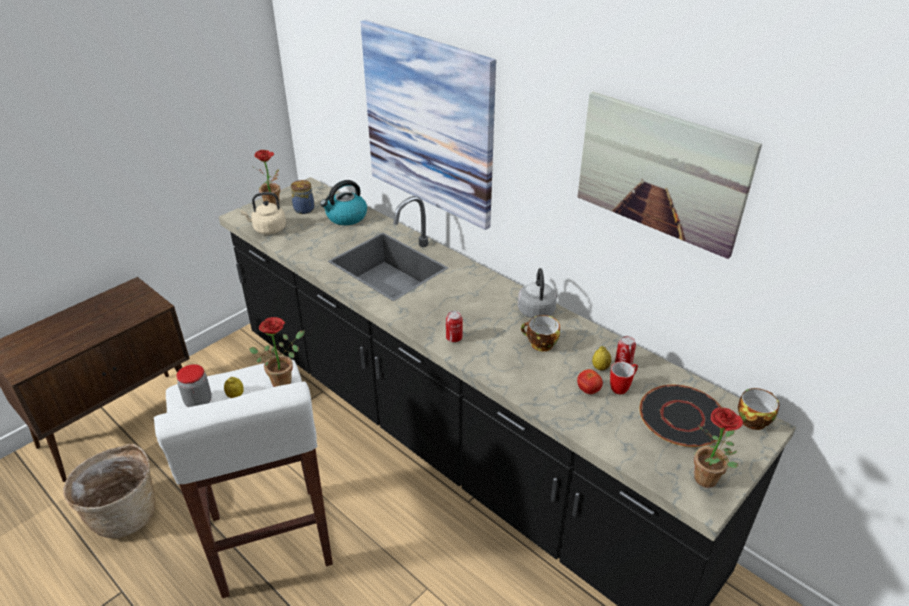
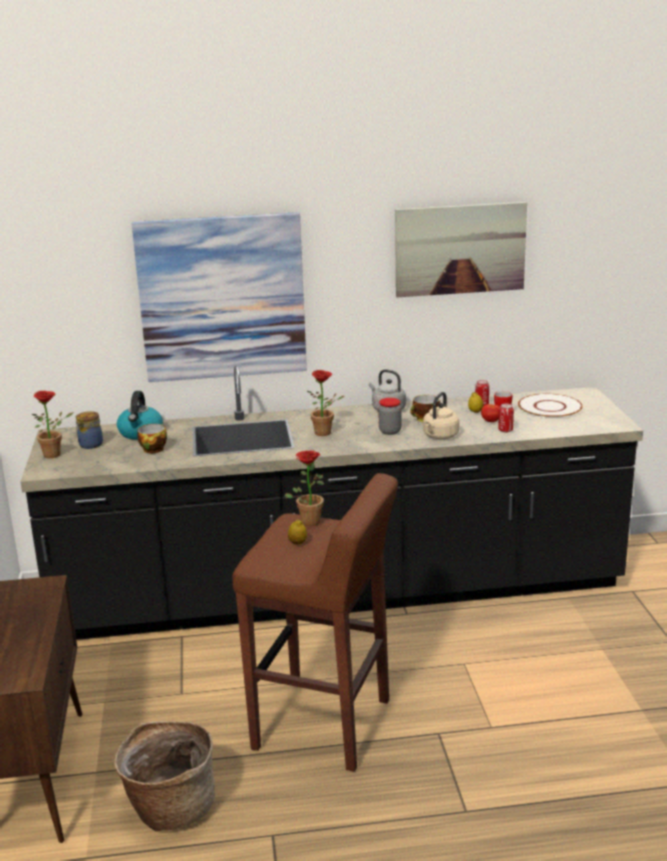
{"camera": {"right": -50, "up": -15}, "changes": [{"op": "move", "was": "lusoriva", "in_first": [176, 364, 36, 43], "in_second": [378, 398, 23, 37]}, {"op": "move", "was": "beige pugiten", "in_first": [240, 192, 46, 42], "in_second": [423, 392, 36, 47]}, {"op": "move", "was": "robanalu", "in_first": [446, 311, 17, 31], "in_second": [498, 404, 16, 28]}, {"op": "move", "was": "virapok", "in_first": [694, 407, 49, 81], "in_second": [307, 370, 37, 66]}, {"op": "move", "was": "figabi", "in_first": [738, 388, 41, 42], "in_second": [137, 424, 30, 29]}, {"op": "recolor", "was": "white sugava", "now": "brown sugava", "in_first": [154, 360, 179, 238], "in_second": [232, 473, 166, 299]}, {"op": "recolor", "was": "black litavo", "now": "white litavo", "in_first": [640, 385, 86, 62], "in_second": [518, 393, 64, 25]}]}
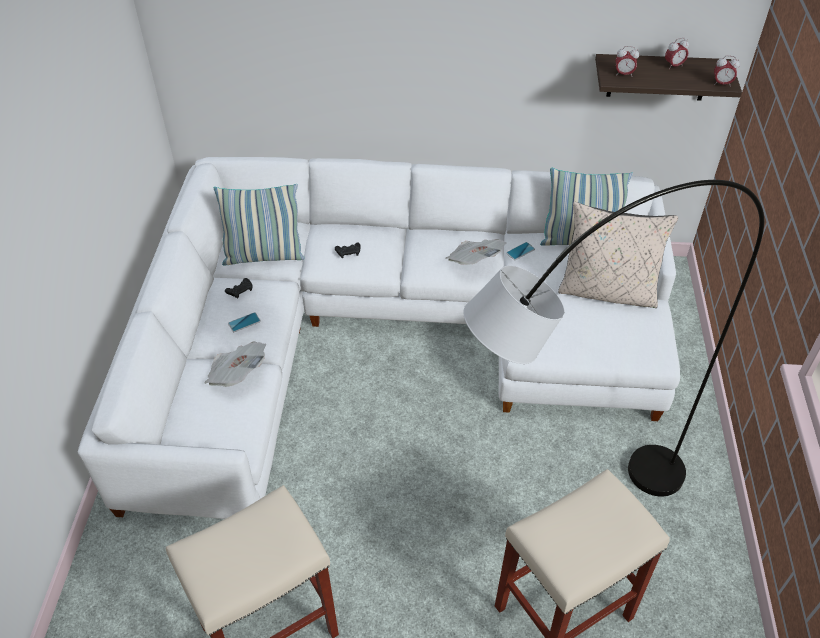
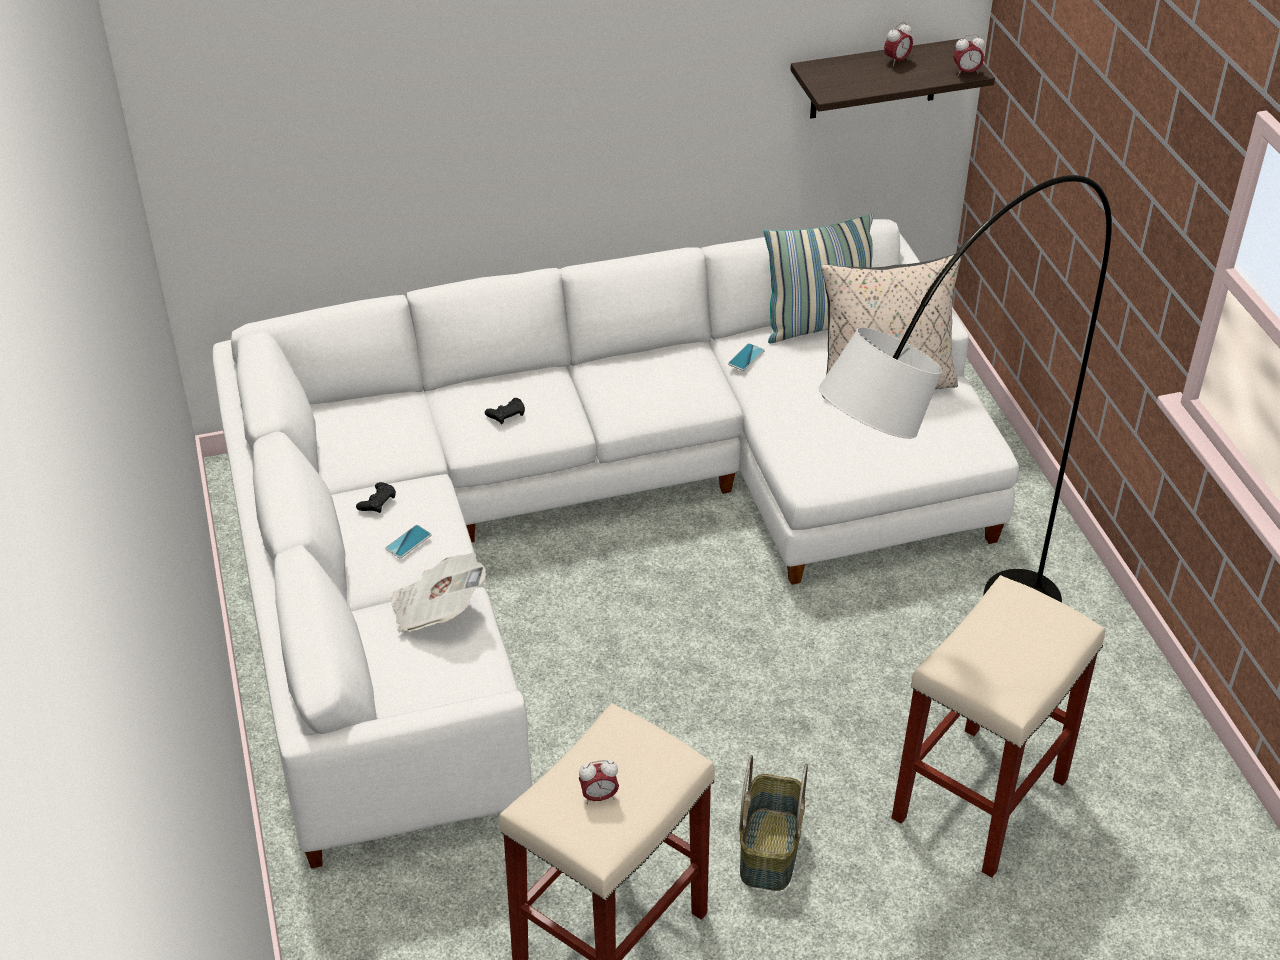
{"camera": {"right": -20, "up": -5}, "changes": [{"op": "delete", "was": "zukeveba", "in_first": [214, 184, 91, 81]}, {"op": "delete", "was": "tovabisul", "in_first": [445, 239, 62, 26]}, {"op": "insert", "now": "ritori", "in_second": [739, 755, 69, 136]}, {"op": "move", "was": "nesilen", "in_first": [616, 46, 23, 31], "in_second": [579, 760, 40, 44]}]}
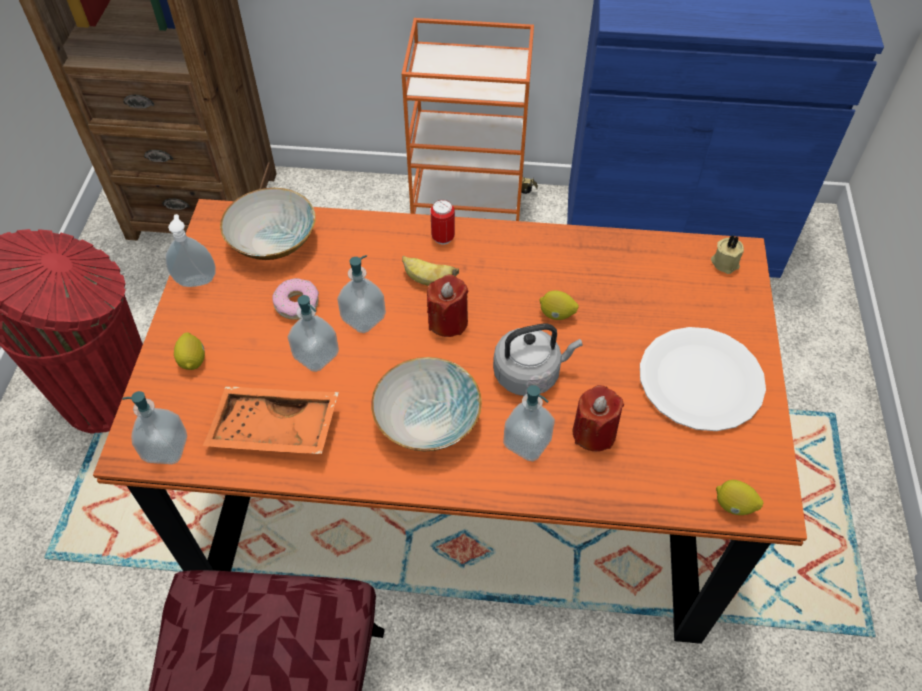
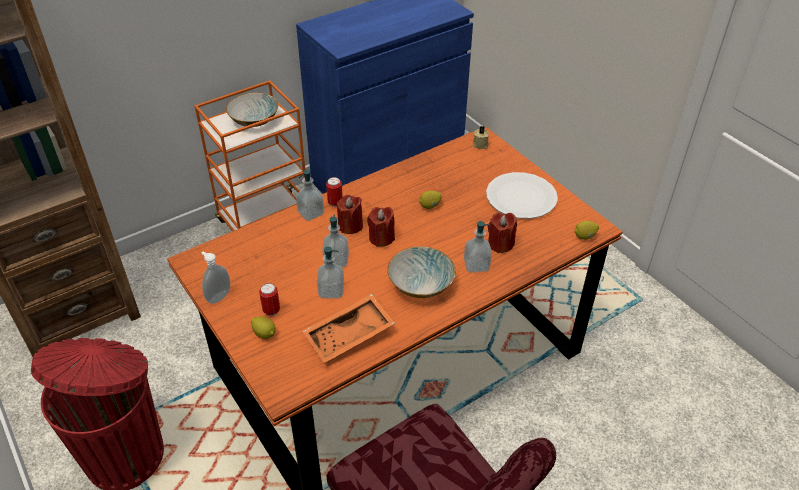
{"camera": {"right": -40, "up": -10}, "changes": [{"op": "delete", "was": "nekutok", "in_first": [272, 278, 47, 42]}, {"op": "delete", "was": "grey pugiten", "in_first": [493, 324, 89, 72]}, {"op": "insert", "now": "robanalu", "in_second": [259, 283, 21, 33]}, {"op": "move", "was": "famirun", "in_first": [122, 391, 65, 73], "in_second": [296, 170, 28, 51]}, {"op": "move", "was": "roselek", "in_first": [220, 188, 96, 72], "in_second": [226, 93, 53, 34]}, {"op": "replace", "was": "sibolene", "now": "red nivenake", "in_first": [402, 256, 57, 30], "in_second": [337, 195, 26, 39]}]}
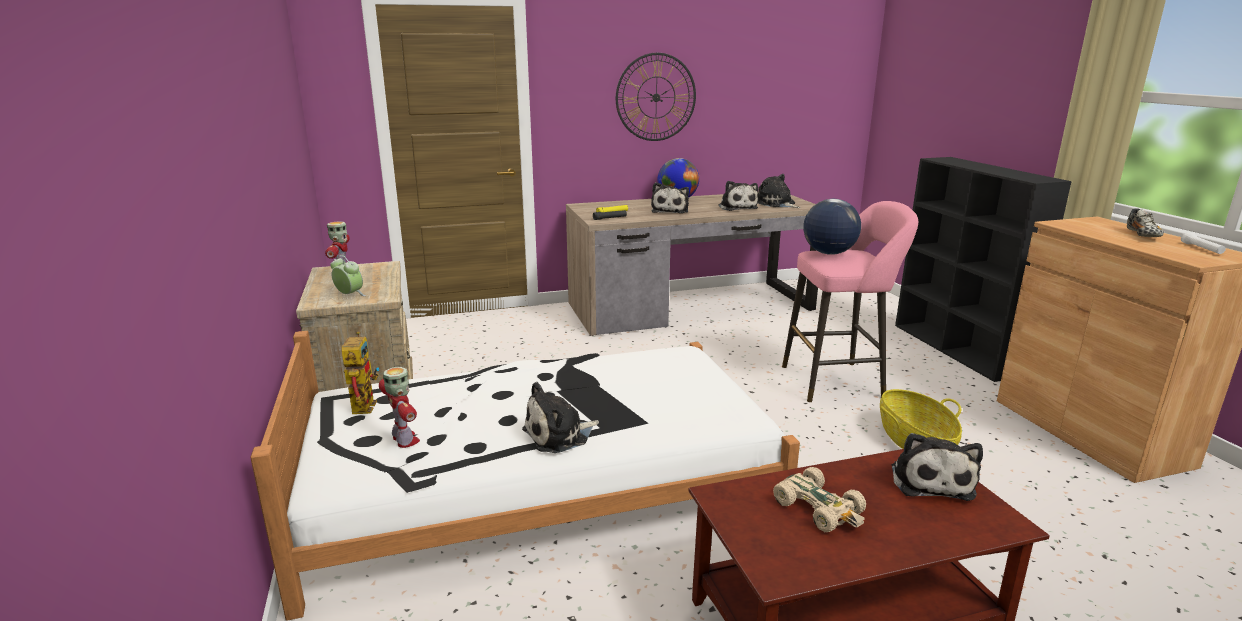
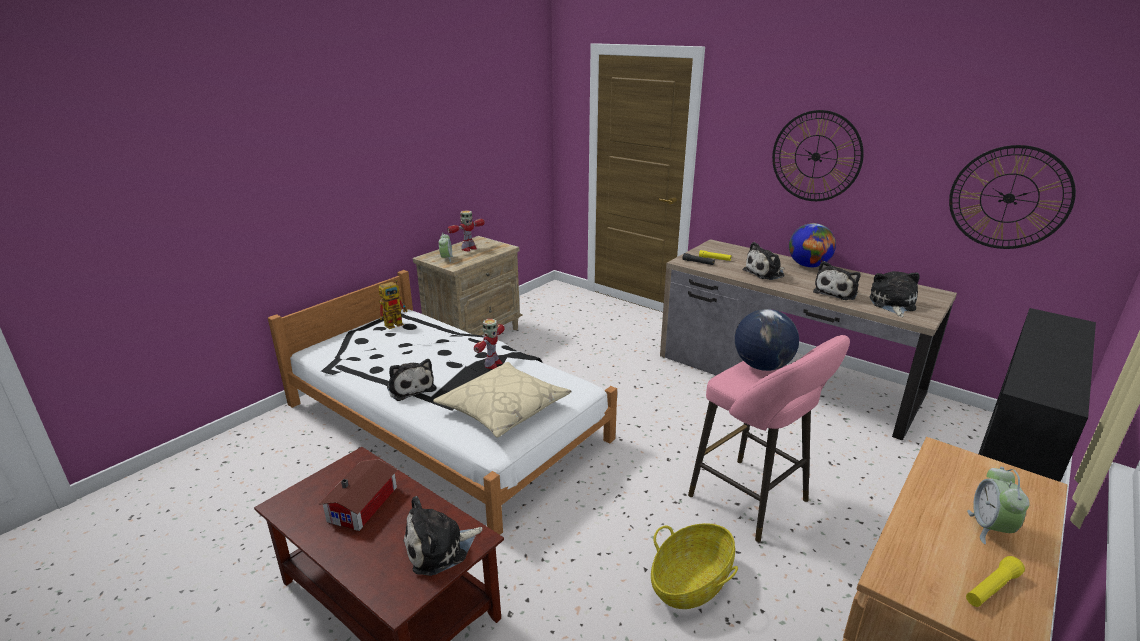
{"camera": {"right": 55, "up": 5}, "changes": [{"op": "insert", "now": "beige zukeveba", "in_second": [433, 362, 139, 75]}, {"op": "insert", "now": "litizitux", "in_second": [949, 145, 127, 104]}, {"op": "move", "was": "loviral", "in_first": [379, 367, 41, 81], "in_second": [474, 319, 31, 50]}, {"op": "replace", "was": "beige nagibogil", "now": "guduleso", "in_first": [773, 467, 93, 65], "in_second": [319, 459, 78, 72]}, {"op": "replace", "was": "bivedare", "now": "nesilen", "in_first": [1127, 209, 37, 28], "in_second": [967, 467, 63, 77]}, {"op": "recolor", "was": "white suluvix", "now": "yellow suluvix", "in_first": [1181, 232, 45, 22], "in_second": [966, 556, 59, 51]}, {"op": "rotate", "was": "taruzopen", "in_first": [522, 382, 77, 71], "in_second": [387, 359, 48, 42], "clockwise": -150}]}
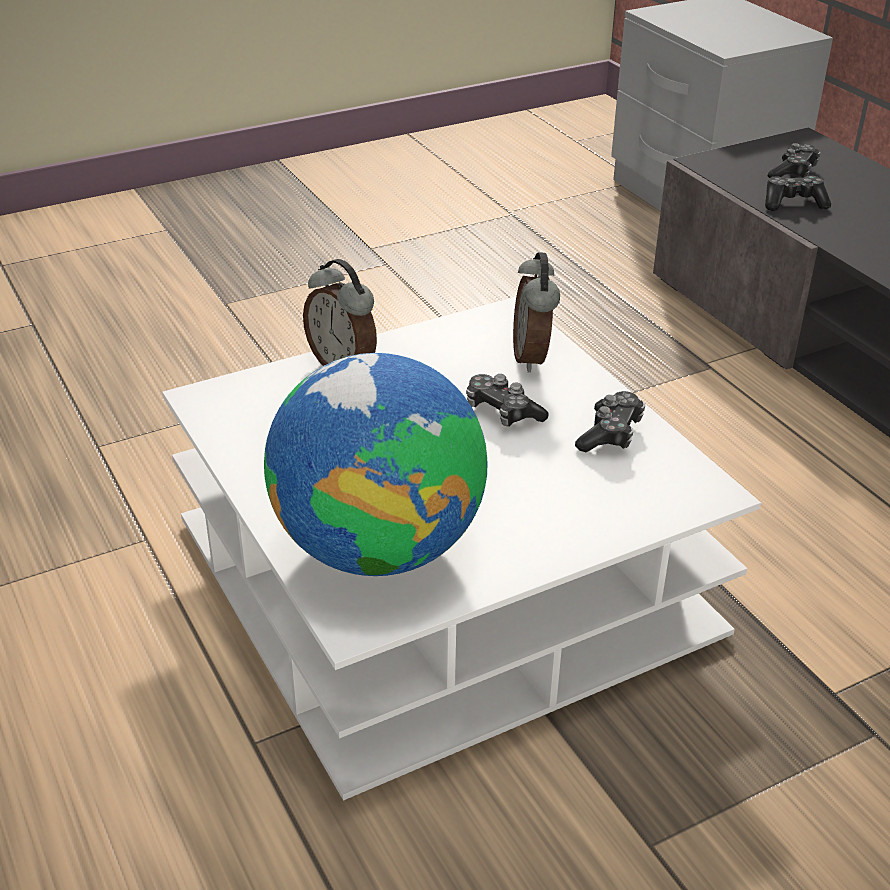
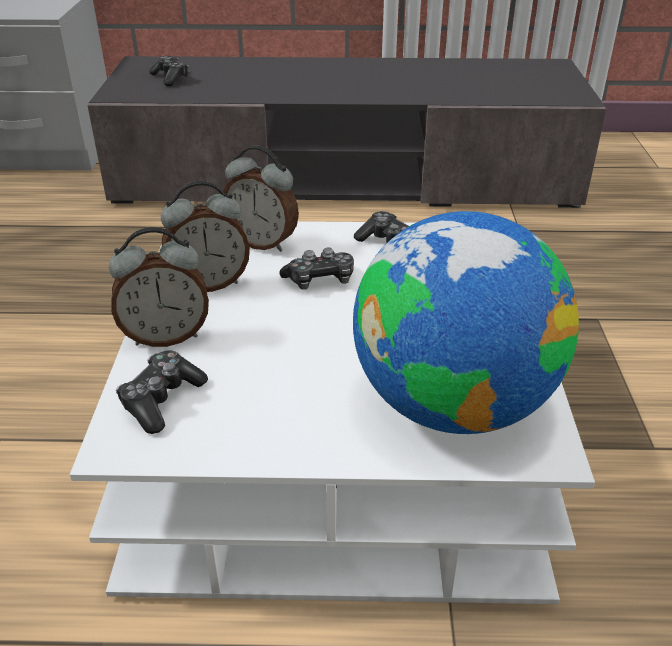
{"camera": {"right": -60, "up": 0}, "changes": [{"op": "insert", "now": "nesilen", "in_second": [161, 181, 89, 111]}, {"op": "move", "was": "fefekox", "in_first": [765, 176, 66, 35], "in_second": [116, 351, 92, 83]}]}
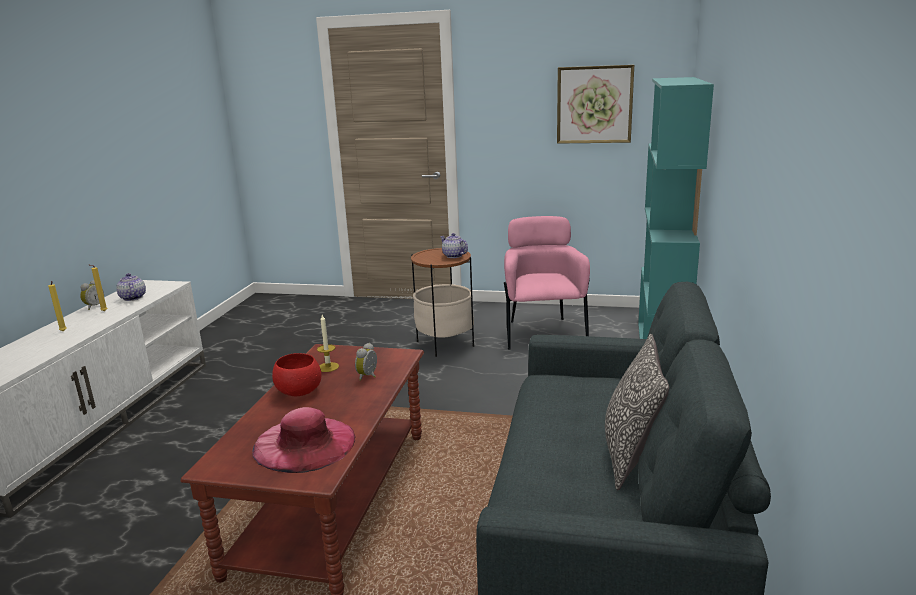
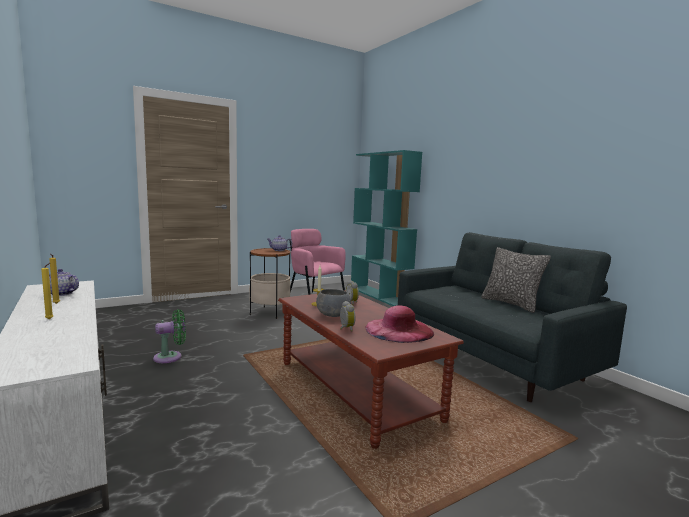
{"camera": {"right": -45, "up": -10}, "changes": [{"op": "delete", "was": "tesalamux", "in_first": [557, 65, 77, 79]}, {"op": "insert", "now": "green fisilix", "in_second": [153, 309, 33, 54]}, {"op": "move", "was": "nesilen", "in_first": [80, 280, 24, 30], "in_second": [340, 301, 16, 31]}, {"op": "recolor", "was": "red roselek", "now": "grey roselek", "in_first": [272, 353, 50, 43], "in_second": [316, 289, 35, 28]}]}
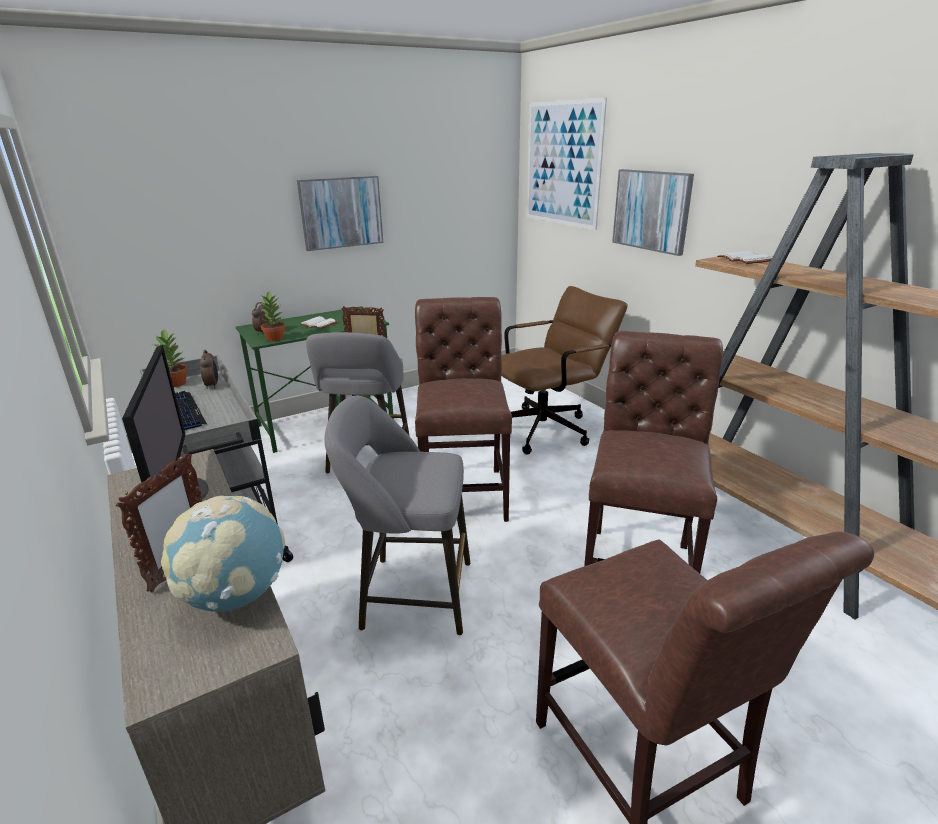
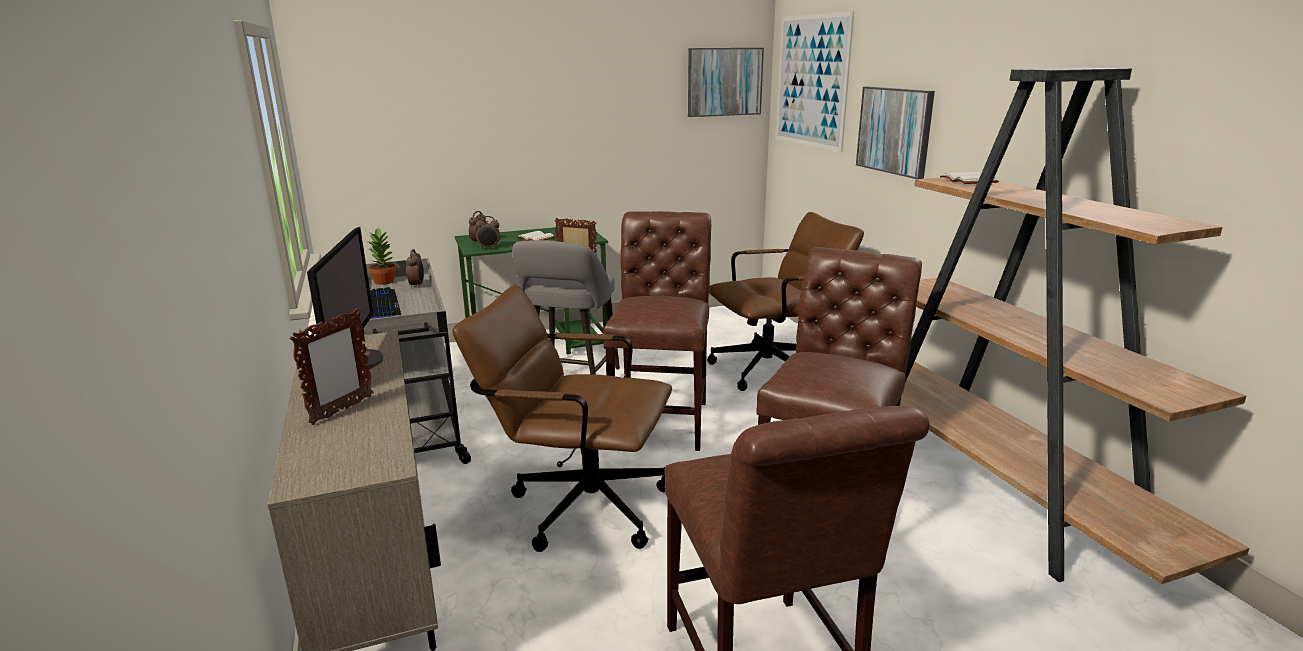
{"camera": {"right": 10, "up": -5}, "changes": [{"op": "delete", "was": "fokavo", "in_first": [161, 496, 124, 116]}, {"op": "move", "was": "tesalamux", "in_first": [297, 176, 86, 75], "in_second": [688, 48, 76, 69]}, {"op": "replace", "was": "virapok", "now": "nesilen", "in_first": [258, 291, 27, 50], "in_second": [476, 216, 24, 33]}, {"op": "replace", "was": "grey sugava", "now": "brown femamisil", "in_first": [324, 396, 146, 240], "in_second": [452, 285, 220, 267]}]}
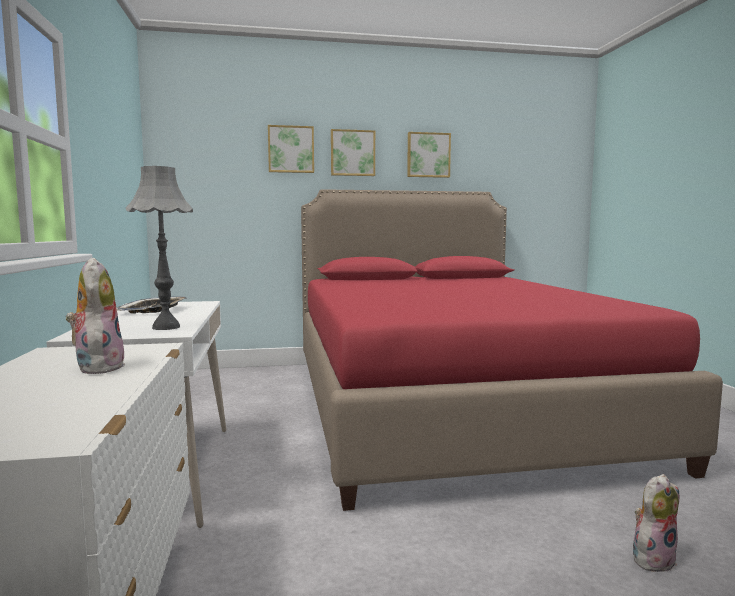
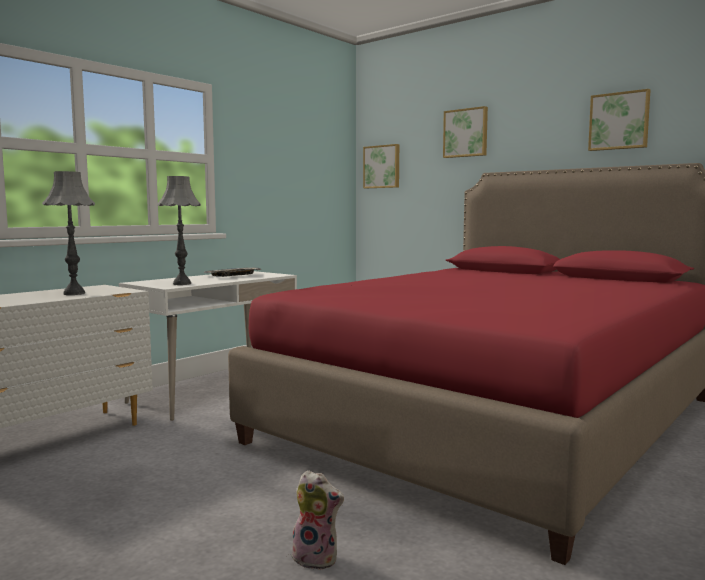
{"camera": {"right": 50, "up": 0}, "changes": [{"op": "move", "was": "tesalamux", "in_first": [331, 129, 44, 47], "in_second": [363, 144, 36, 44]}, {"op": "replace", "was": "taruzopen", "now": "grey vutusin", "in_first": [66, 258, 59, 116], "in_second": [42, 171, 53, 124]}]}
